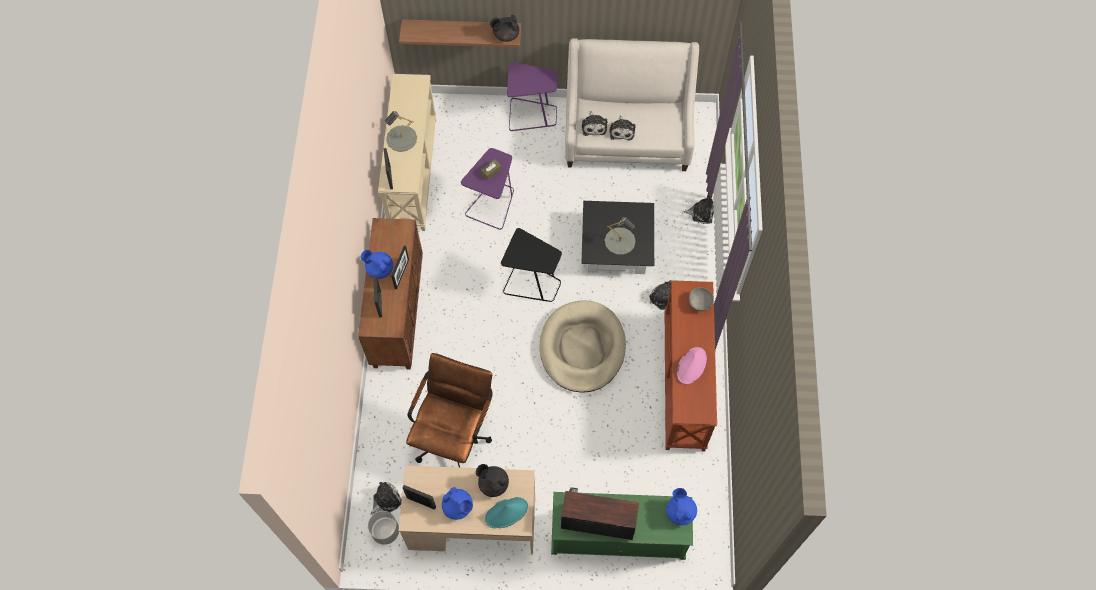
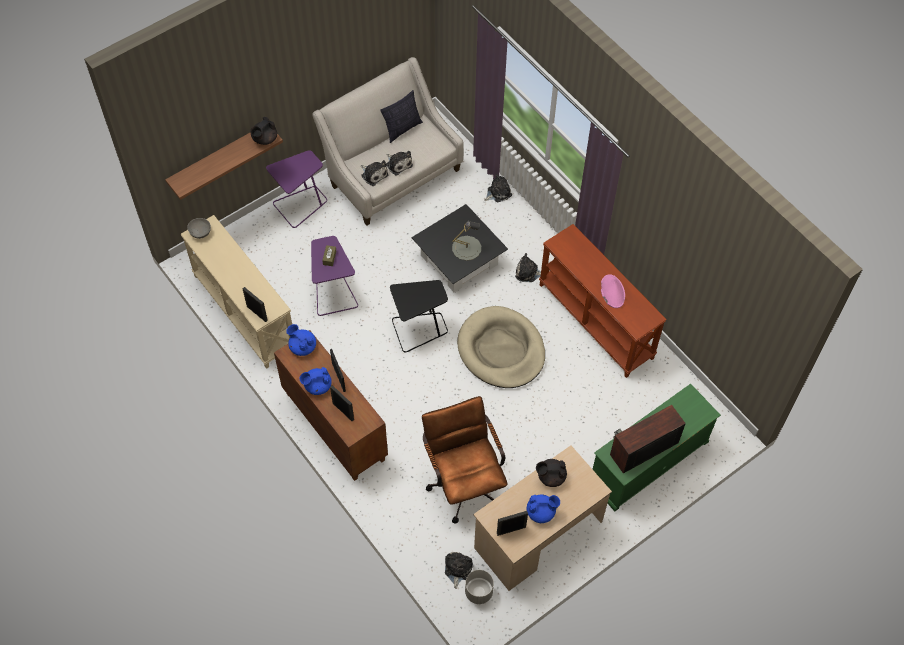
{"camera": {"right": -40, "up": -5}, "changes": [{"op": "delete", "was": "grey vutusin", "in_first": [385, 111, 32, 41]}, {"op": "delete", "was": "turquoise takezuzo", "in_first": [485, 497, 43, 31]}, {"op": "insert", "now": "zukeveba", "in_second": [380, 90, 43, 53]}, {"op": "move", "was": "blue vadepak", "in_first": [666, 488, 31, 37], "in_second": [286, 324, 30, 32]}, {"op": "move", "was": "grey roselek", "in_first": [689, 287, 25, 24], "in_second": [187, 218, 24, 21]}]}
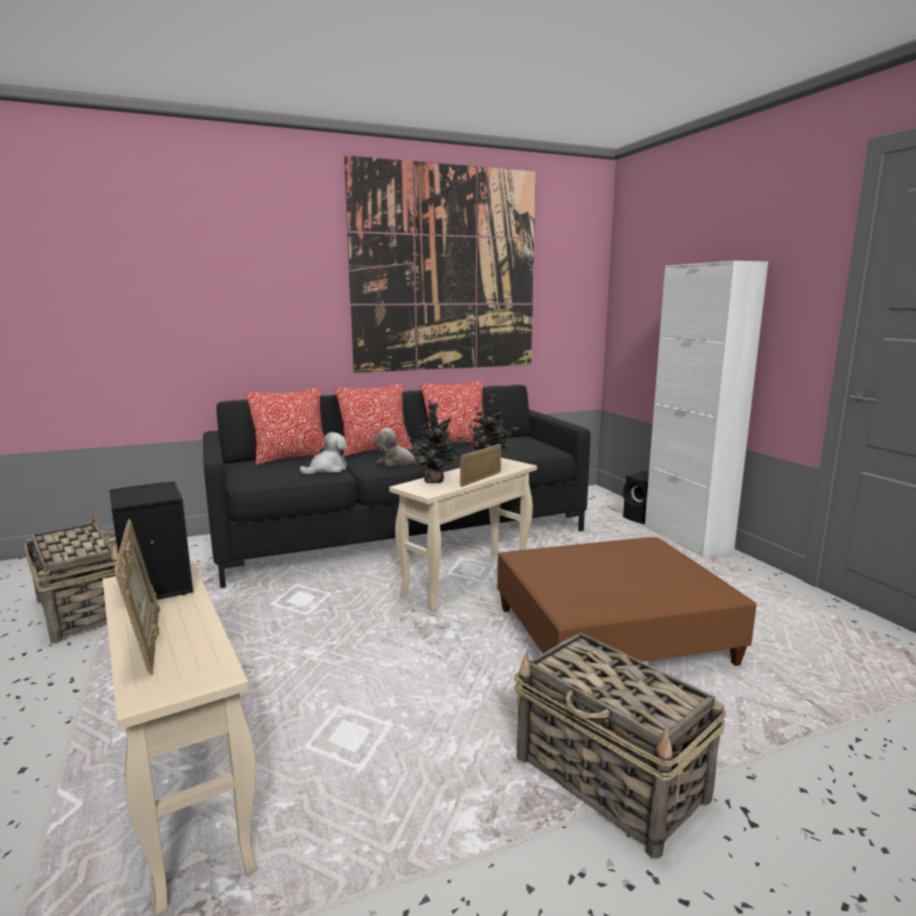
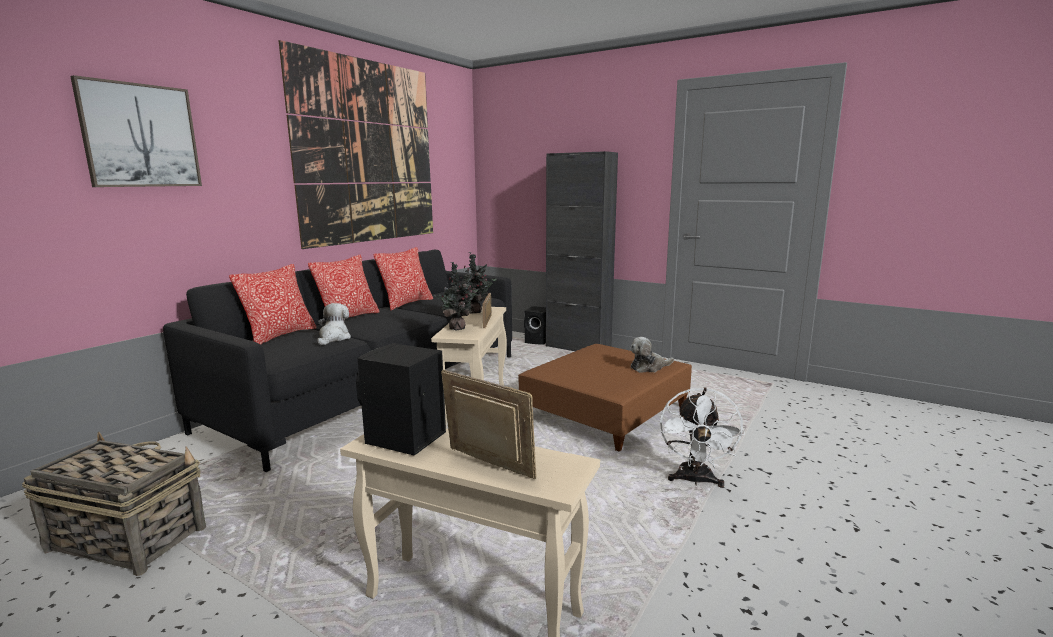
{"camera": {"right": -35, "up": 0}, "changes": [{"op": "insert", "now": "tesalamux", "in_second": [70, 75, 132, 112]}, {"op": "move", "was": "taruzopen", "in_first": [375, 428, 42, 39], "in_second": [630, 337, 44, 36]}, {"op": "replace", "was": "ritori", "now": "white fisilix", "in_first": [514, 632, 213, 227], "in_second": [660, 387, 85, 101]}, {"op": "recolor", "was": "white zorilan", "now": "black zorilan", "in_first": [645, 261, 123, 296], "in_second": [546, 151, 72, 200]}]}
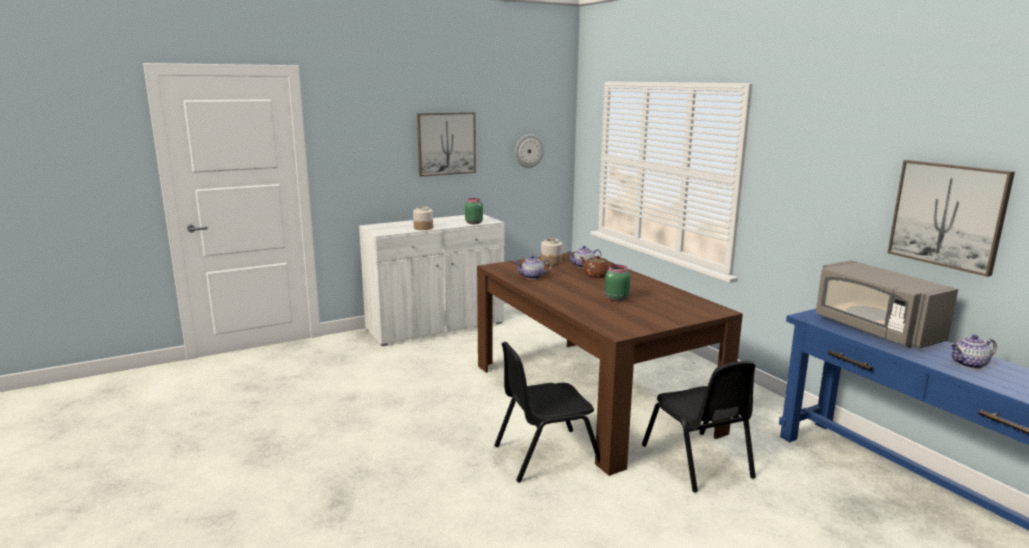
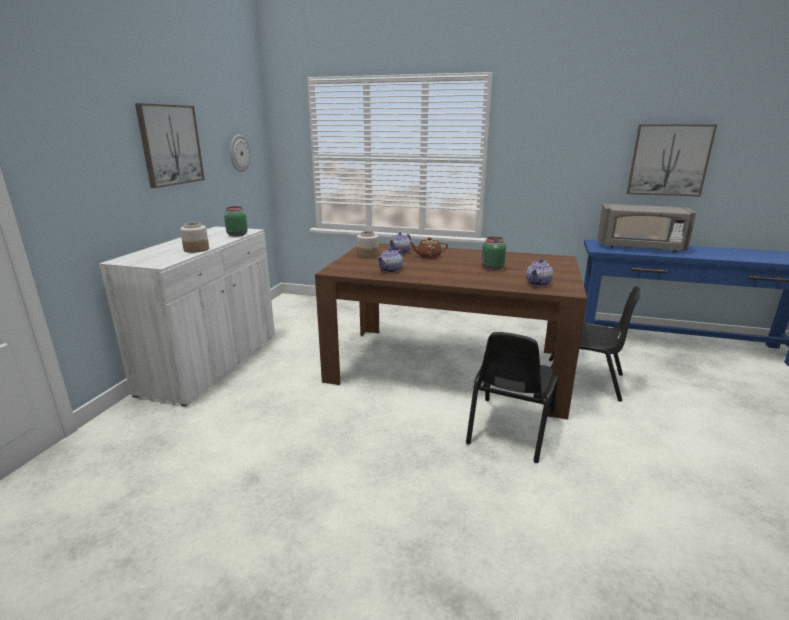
{"camera": {"right": -45, "up": 5}, "changes": [{"op": "move", "was": "vadepak", "in_first": [950, 335, 47, 34], "in_second": [526, 259, 27, 27]}]}
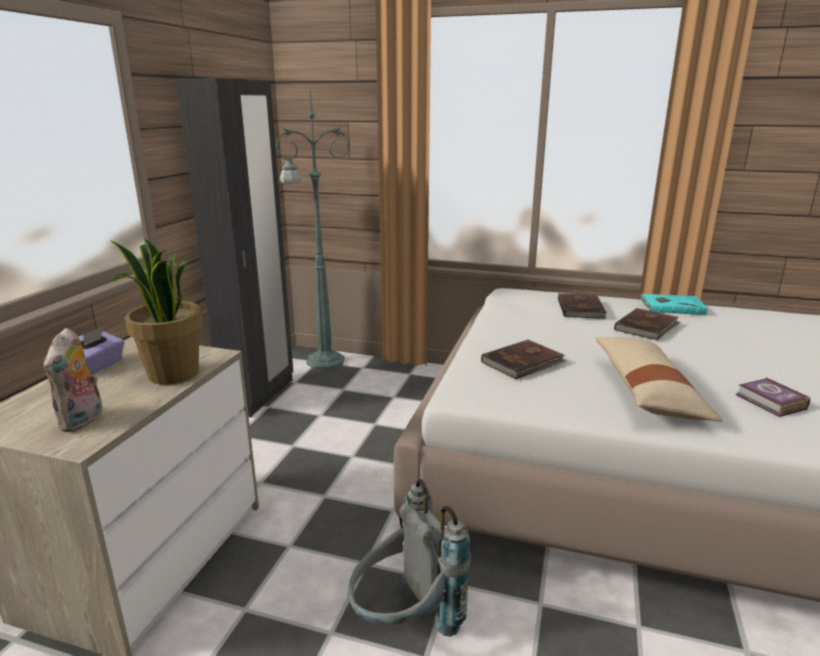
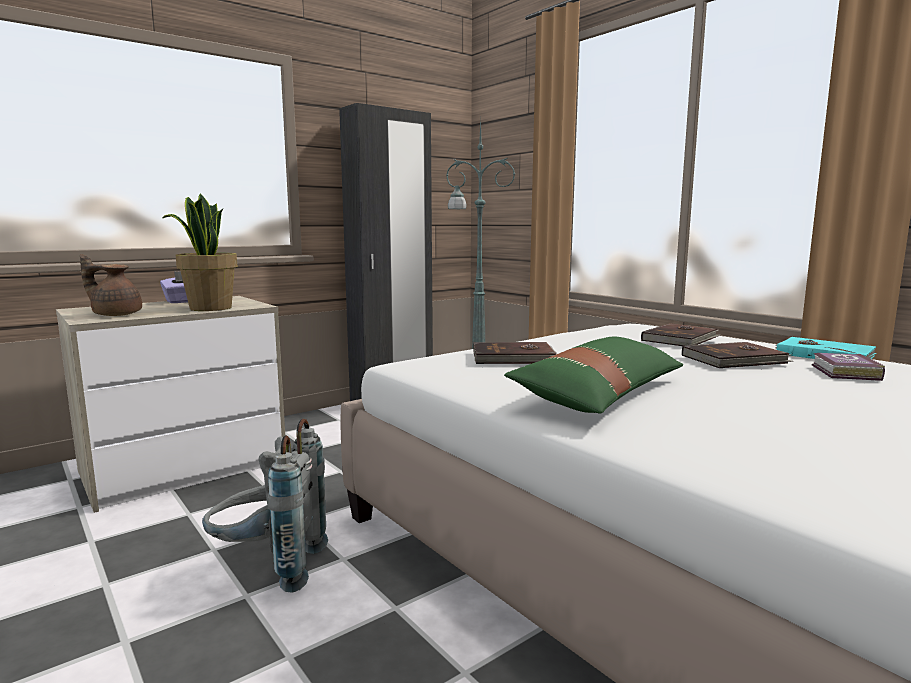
{"camera": {"right": 35, "up": -10}, "changes": [{"op": "move", "was": "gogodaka", "in_first": [736, 378, 75, 39], "in_second": [812, 353, 73, 28]}, {"op": "replace", "was": "taruzopen", "now": "brown vadepak", "in_first": [43, 328, 59, 104], "in_second": [80, 254, 62, 62]}, {"op": "recolor", "was": "beige zukeveba", "now": "green zukeveba", "in_first": [595, 337, 128, 85], "in_second": [504, 337, 179, 77]}]}
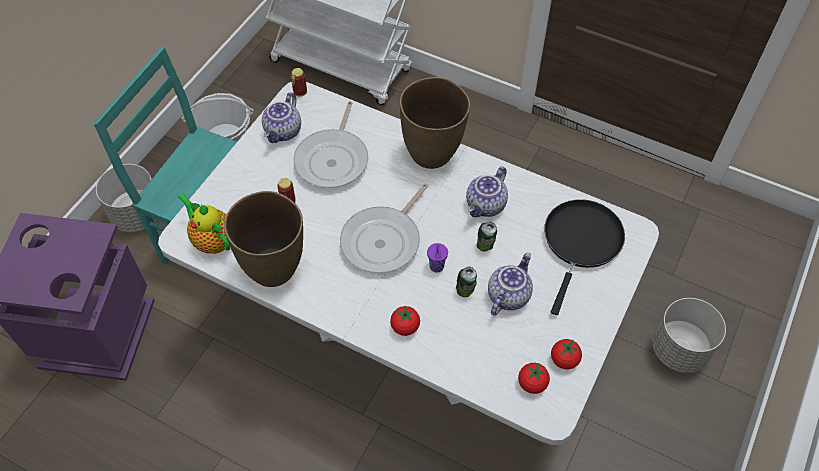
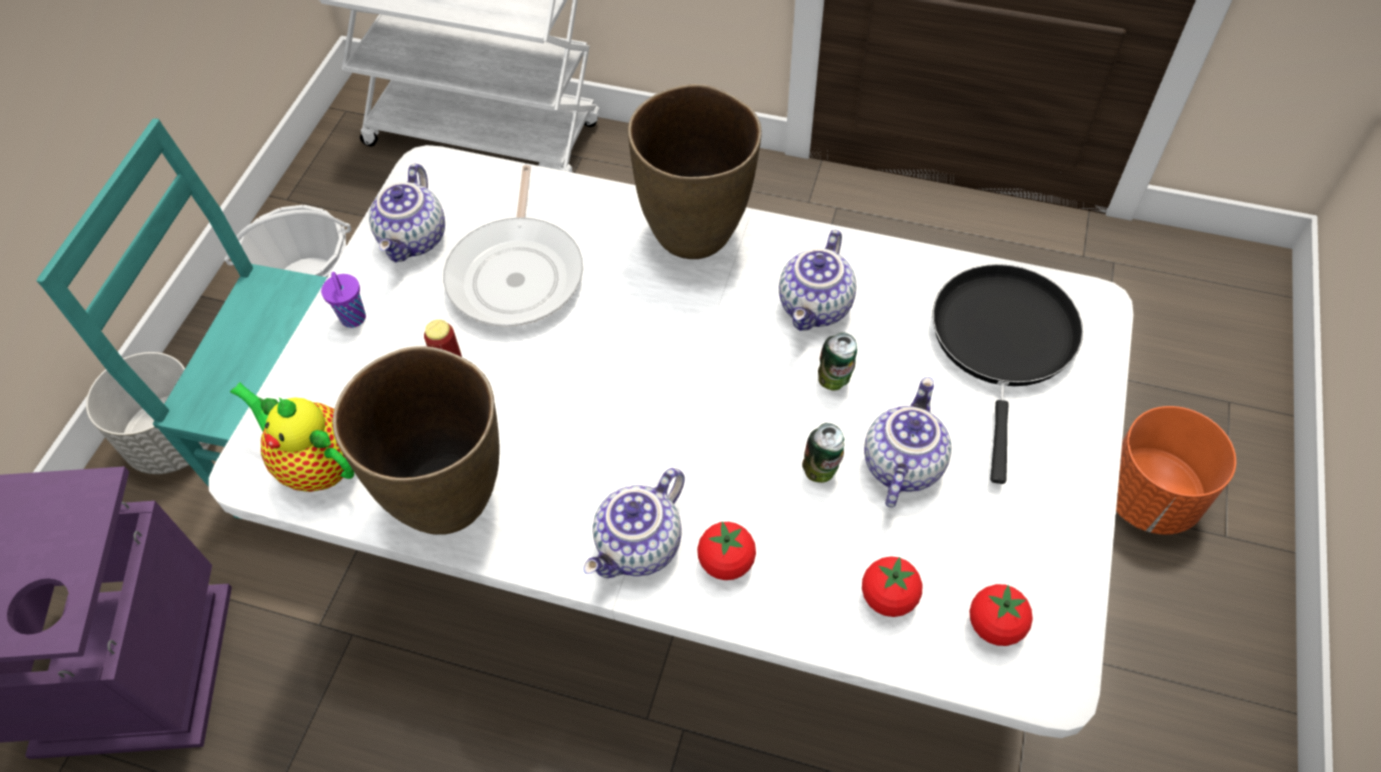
{"camera": {"right": -10, "up": 0}, "changes": [{"op": "delete", "was": "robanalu", "in_first": [291, 68, 16, 29]}, {"op": "delete", "was": "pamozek", "in_first": [340, 183, 88, 90]}, {"op": "insert", "now": "vadepak", "in_second": [583, 468, 102, 110]}, {"op": "move", "was": "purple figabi", "in_first": [427, 243, 21, 30], "in_second": [321, 272, 45, 56]}, {"op": "move", "was": "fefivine", "in_first": [551, 339, 31, 30], "in_second": [862, 556, 60, 61]}, {"op": "recolor", "was": "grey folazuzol", "now": "orange folazuzol", "in_first": [653, 298, 73, 75], "in_second": [1116, 406, 120, 129]}]}
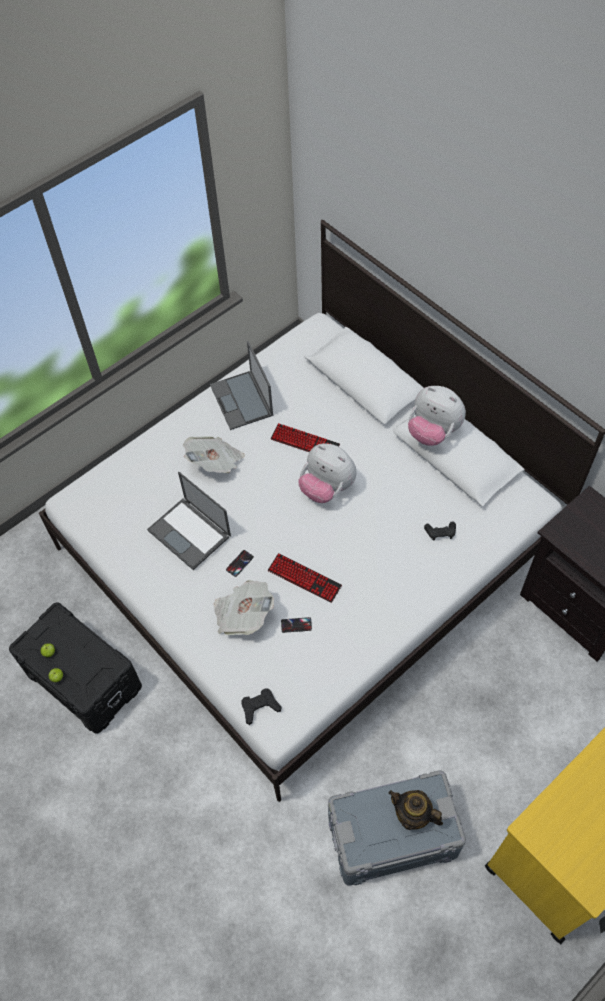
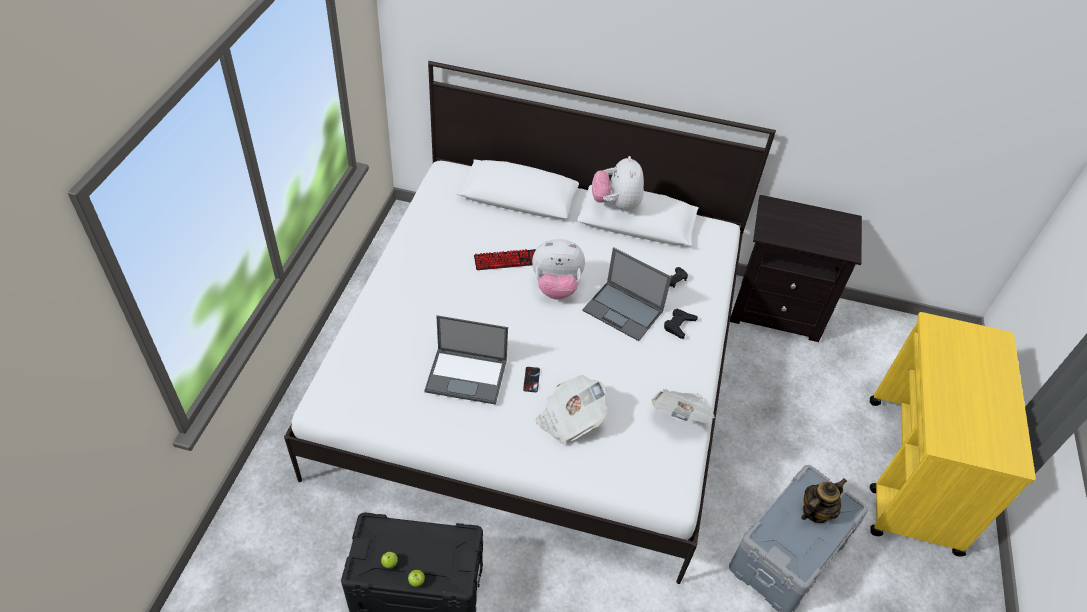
{"camera": {"right": -40, "up": -10}, "changes": [{"op": "delete", "was": "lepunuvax", "in_first": [268, 553, 74, 50]}, {"op": "delete", "was": "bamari", "in_first": [281, 617, 31, 16]}, {"op": "move", "was": "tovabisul", "in_first": [183, 436, 62, 37], "in_second": [652, 389, 63, 34]}, {"op": "move", "was": "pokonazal", "in_first": [210, 341, 63, 89], "in_second": [582, 247, 90, 94]}, {"op": "move", "was": "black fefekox", "in_first": [241, 688, 40, 37], "in_second": [664, 309, 34, 30]}, {"op": "rotate", "was": "vadepak", "in_first": [388, 790, 55, 40], "in_second": [801, 478, 46, 45], "clockwise": 150}, {"op": "rotate", "was": "taruzopen", "in_first": [408, 386, 58, 60], "in_second": [592, 156, 52, 55], "clockwise": 90}]}
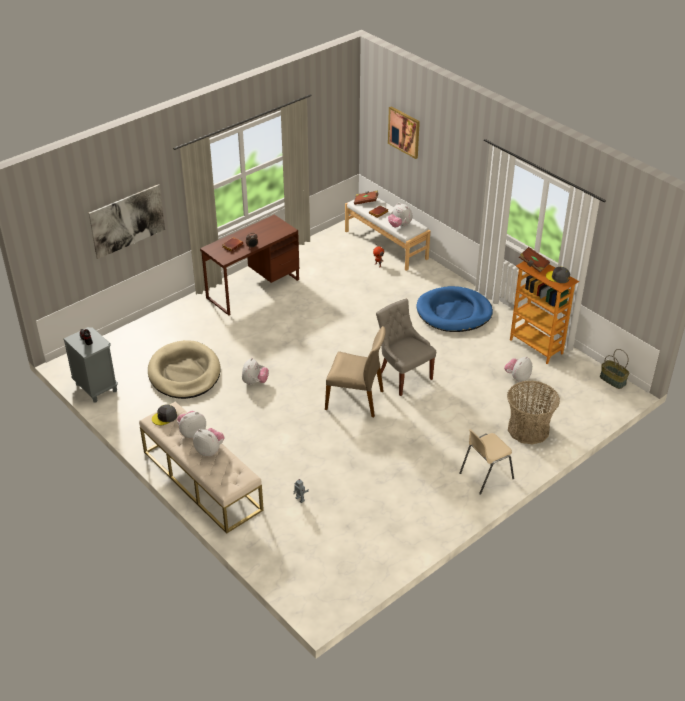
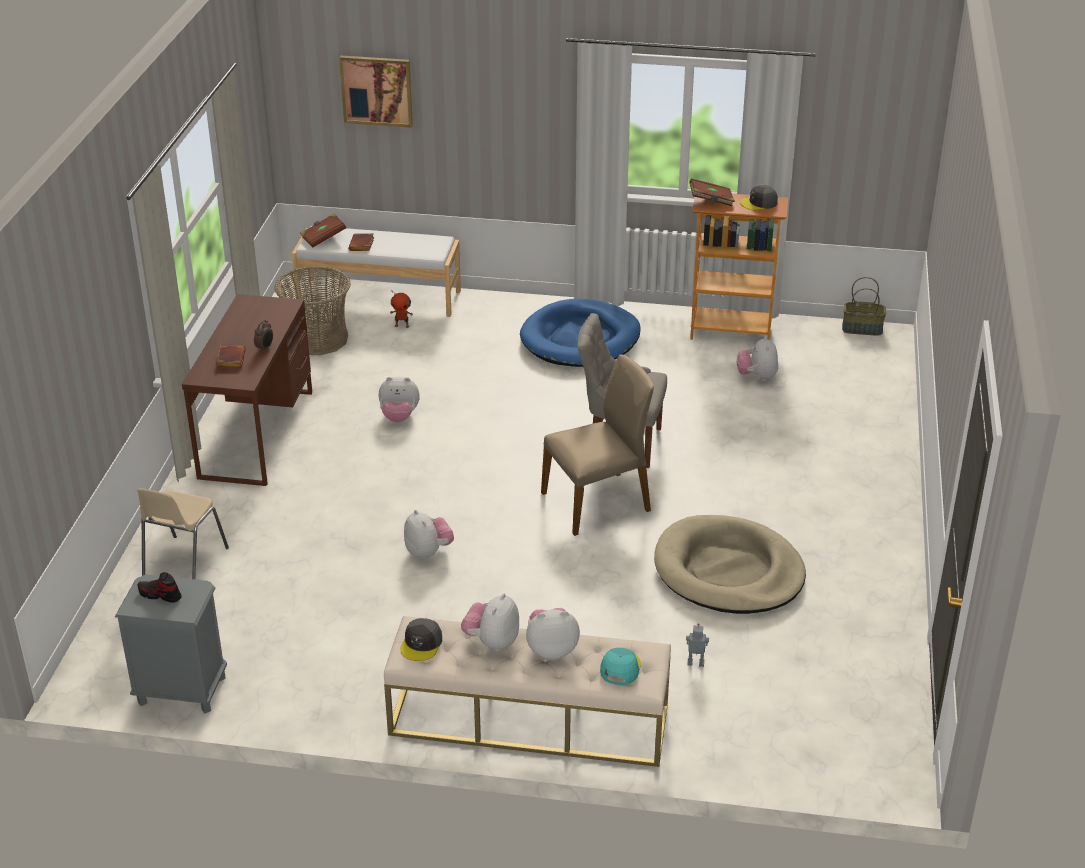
{"camera": {"right": -40, "up": -5}, "changes": [{"op": "delete", "was": "tesalamux", "in_first": [89, 184, 76, 75]}, {"op": "insert", "now": "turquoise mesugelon", "in_second": [600, 648, 41, 37]}, {"op": "move", "was": "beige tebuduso", "in_first": [148, 340, 73, 59], "in_second": [654, 515, 152, 99]}, {"op": "move", "was": "taruzopen", "in_first": [388, 203, 24, 24], "in_second": [379, 377, 41, 46]}, {"op": "move", "was": "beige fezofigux", "in_first": [459, 429, 55, 66], "in_second": [137, 488, 92, 92]}, {"op": "move", "was": "ritori", "in_first": [507, 381, 53, 64], "in_second": [274, 266, 77, 89]}]}
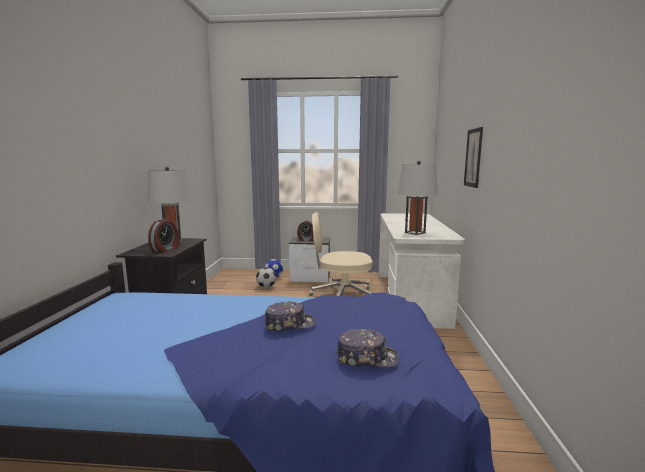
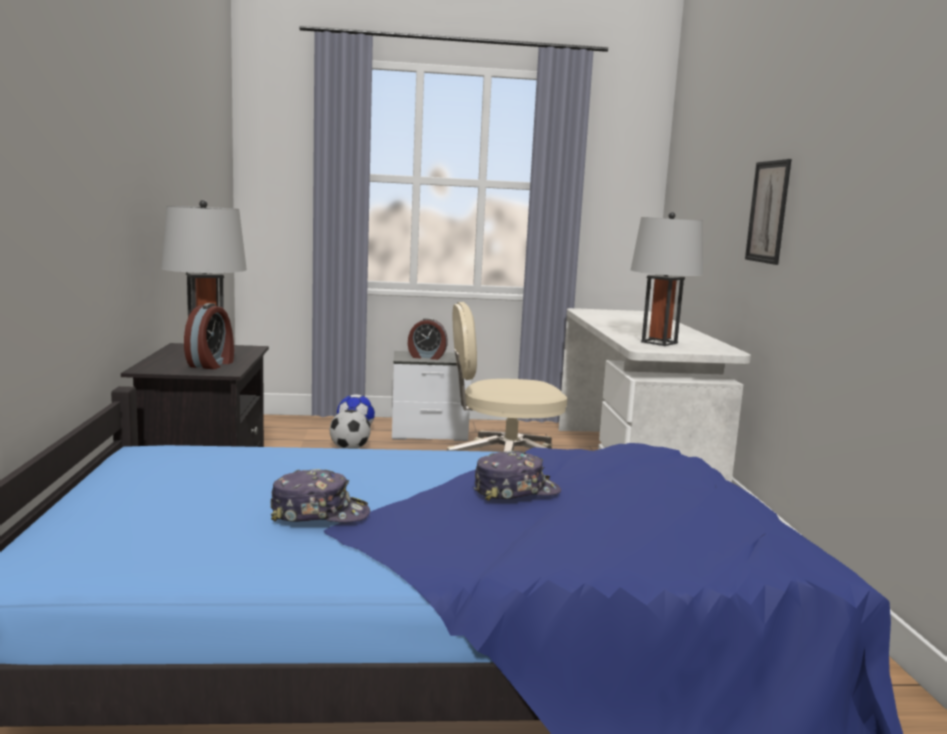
{"camera": {"right": -10, "up": 0}, "changes": [{"op": "move", "was": "mesugelon", "in_first": [337, 329, 62, 39], "in_second": [270, 469, 100, 54]}]}
